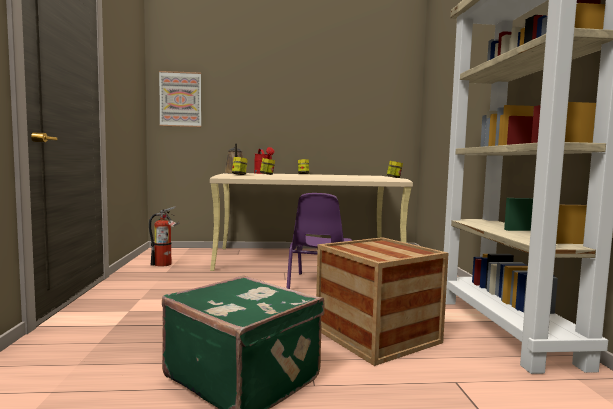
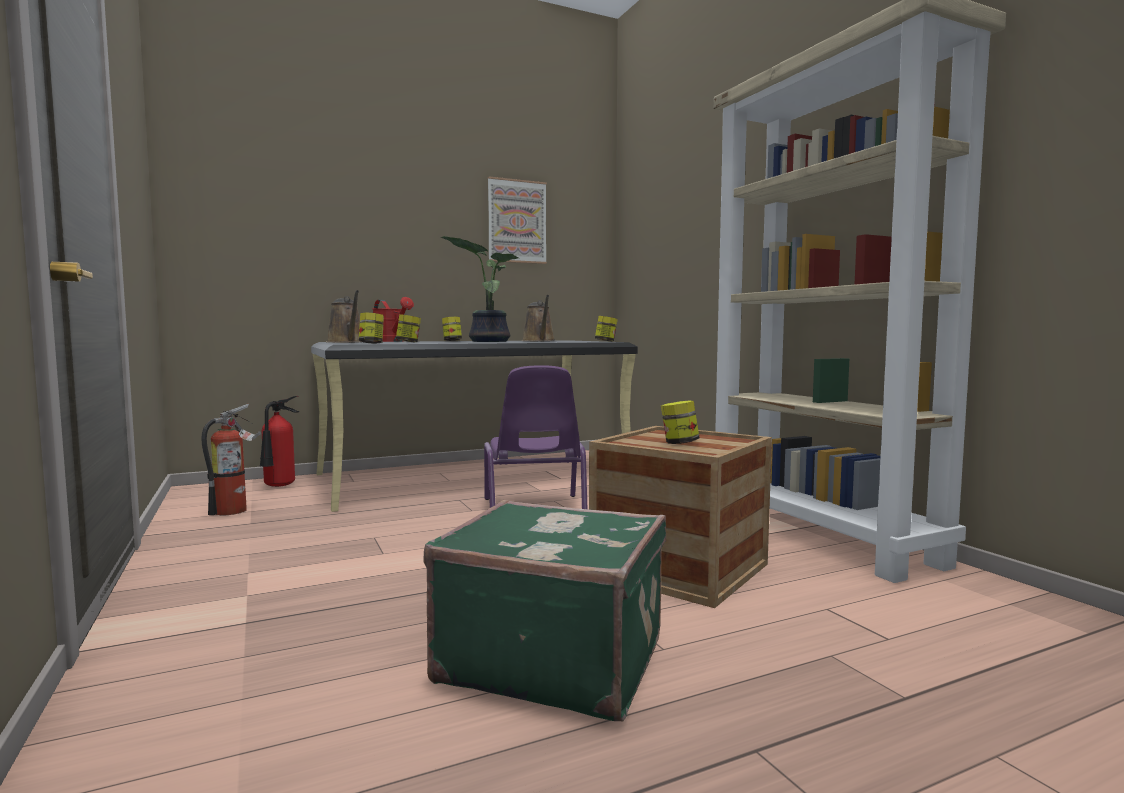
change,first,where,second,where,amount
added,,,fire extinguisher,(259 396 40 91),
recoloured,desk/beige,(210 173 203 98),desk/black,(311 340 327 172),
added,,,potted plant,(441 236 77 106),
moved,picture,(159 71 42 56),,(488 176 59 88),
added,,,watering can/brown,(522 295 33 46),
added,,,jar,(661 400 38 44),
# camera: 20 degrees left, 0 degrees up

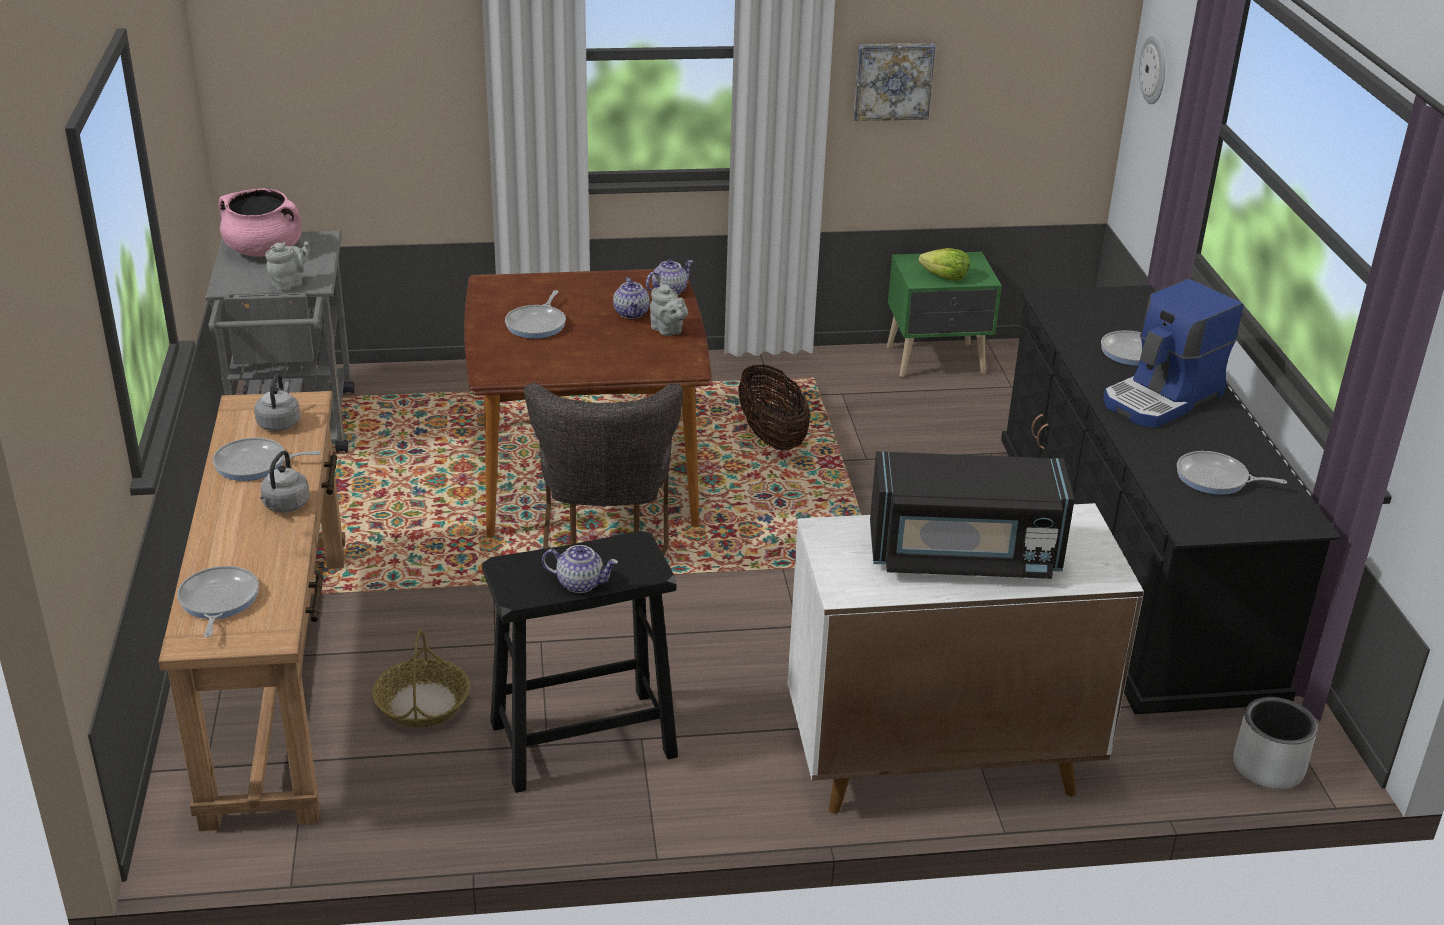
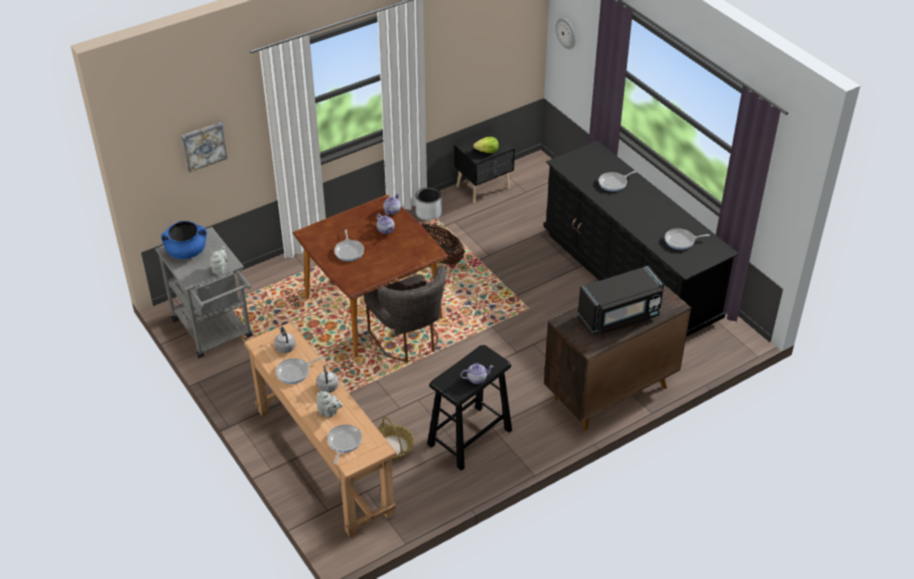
change,first,where,second,where,amount
recoloured,cooking pot/pink,(219 188 82 69),cooking pot/blue,(161 221 46 38),
moved,picture,(854 43 81 78),,(181 122 46 50),
moved,teapot/grey,(650 282 38 54),,(317 391 26 27),
turned,frying pan,(177 566 82 71),,(327 424 35 40),45 degrees clockwise
moved,planter/grey,(1233 697 85 92),,(416 187 26 33),
recoloured,nightstand/green,(887 252 115 125),nightstand/black,(454 130 61 73),
recoloured,cabinet/white,(788 503 356 311),cabinet/brown,(544 284 147 147),
removed,coffee machine,(1103 279 140 149),,,
# camera: 25 degrees left, 10 degrees up

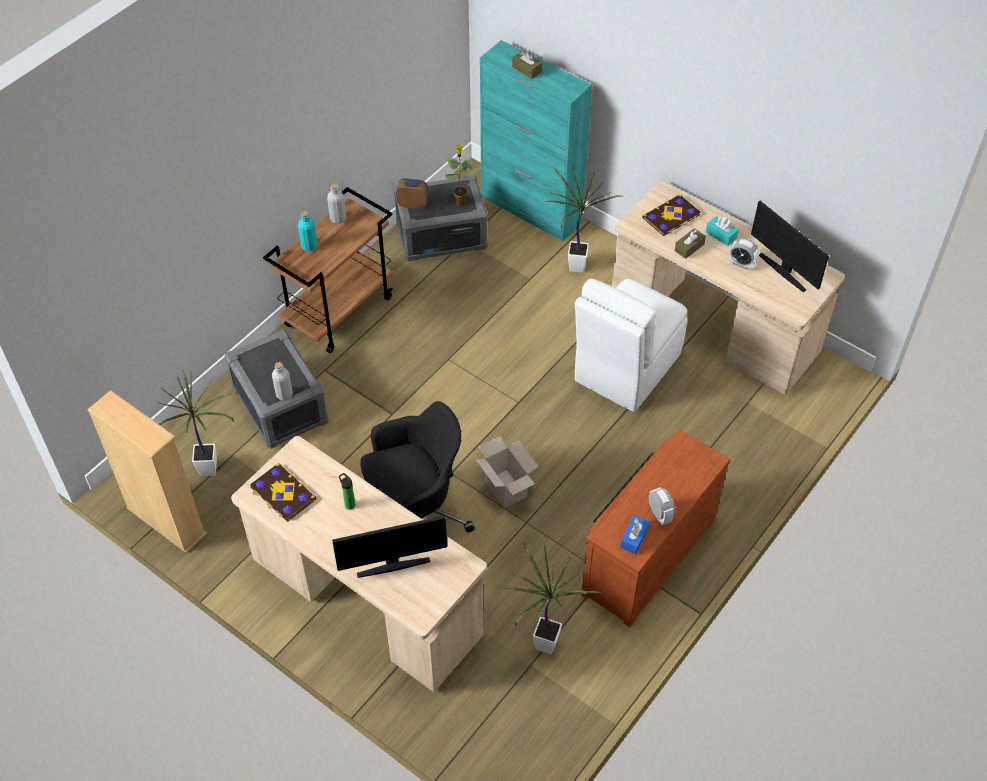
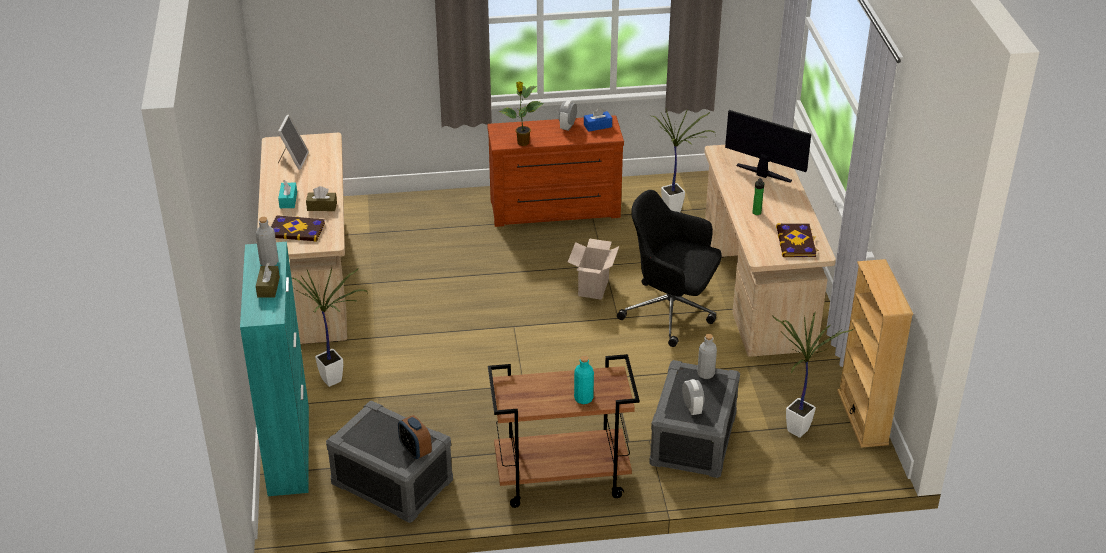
change,first,where,second,where,amount
moved,bottle/grey,(327 183 19 41),,(255 217 24 49),
replaced,monitor,(751 201 78 91),picture frame,(278 114 31 56),
moved,potted plant,(445 144 29 62),,(499 81 45 65),
moved,alarm clock,(729 238 30 32),,(682 379 22 36),
removed,chair/white,(575 279 112 133),,,
# camera: 135 degrees left, 15 degrees down

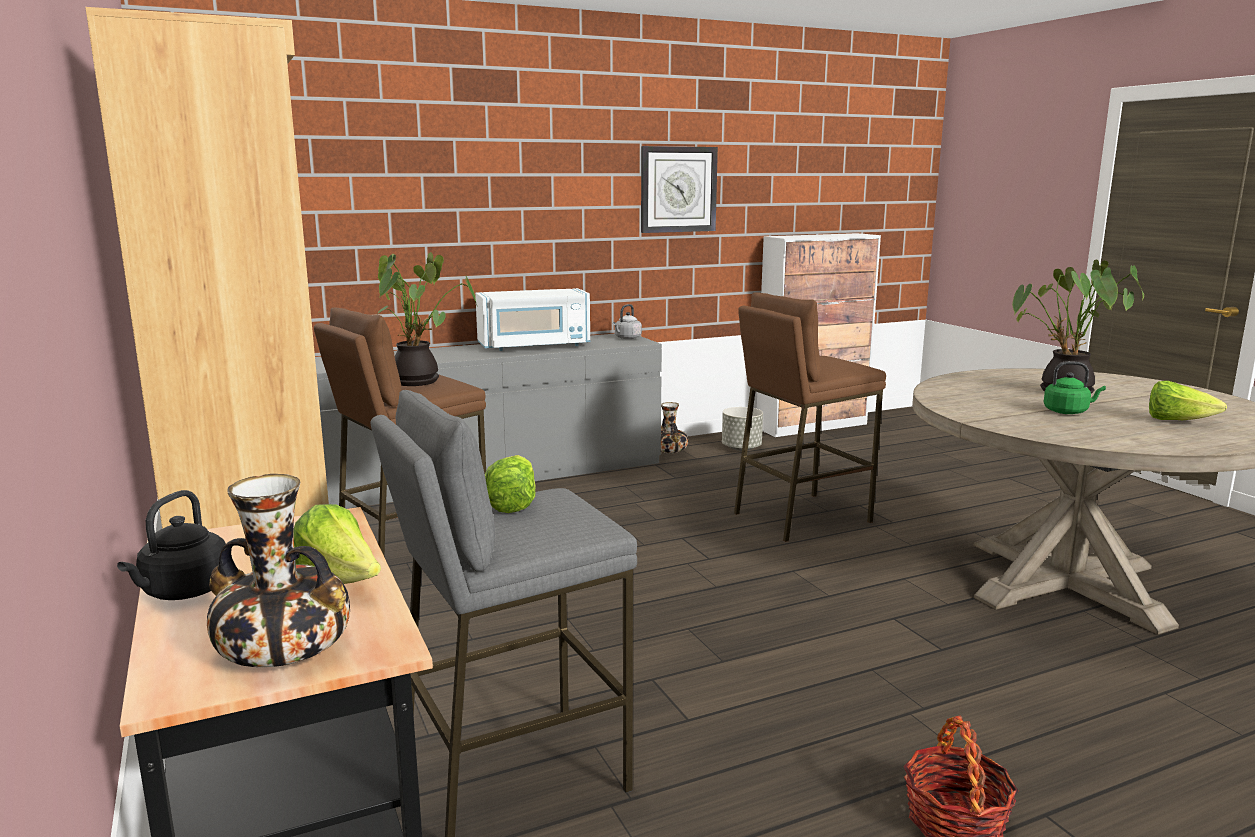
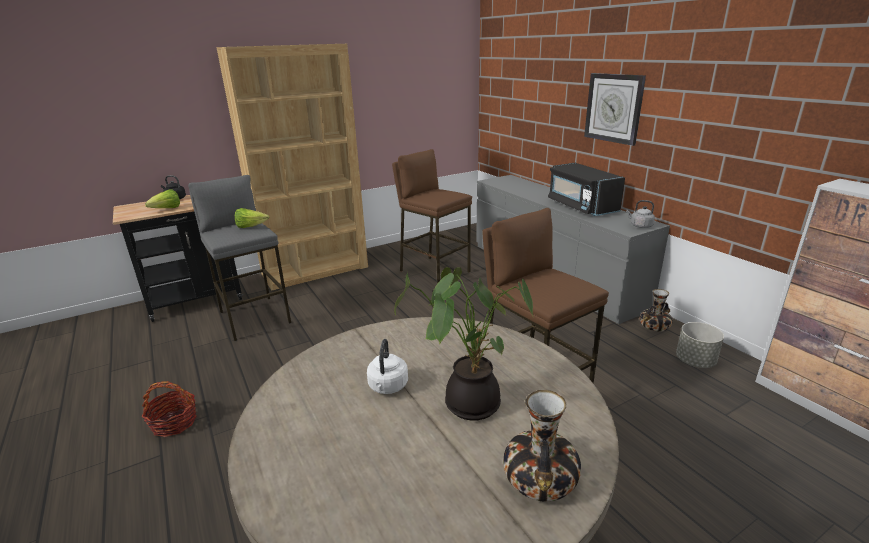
change,first,where,second,where,amount
recoloured,kettle/green,(1044 361 62 53),kettle/white,(367 339 41 55),
moved,vase,(207 474 143 193),,(503 390 78 111),
recoloured,microwave/white,(475 288 115 63),microwave/black,(548 163 77 53),
moved,wall clock,(641 146 77 87),,(584 73 62 73),
removed,potted plant,(376 252 101 134),,,
removed,lettuce,(1149 381 78 39),,,
# camera: 85 degrees right, 10 degrees up

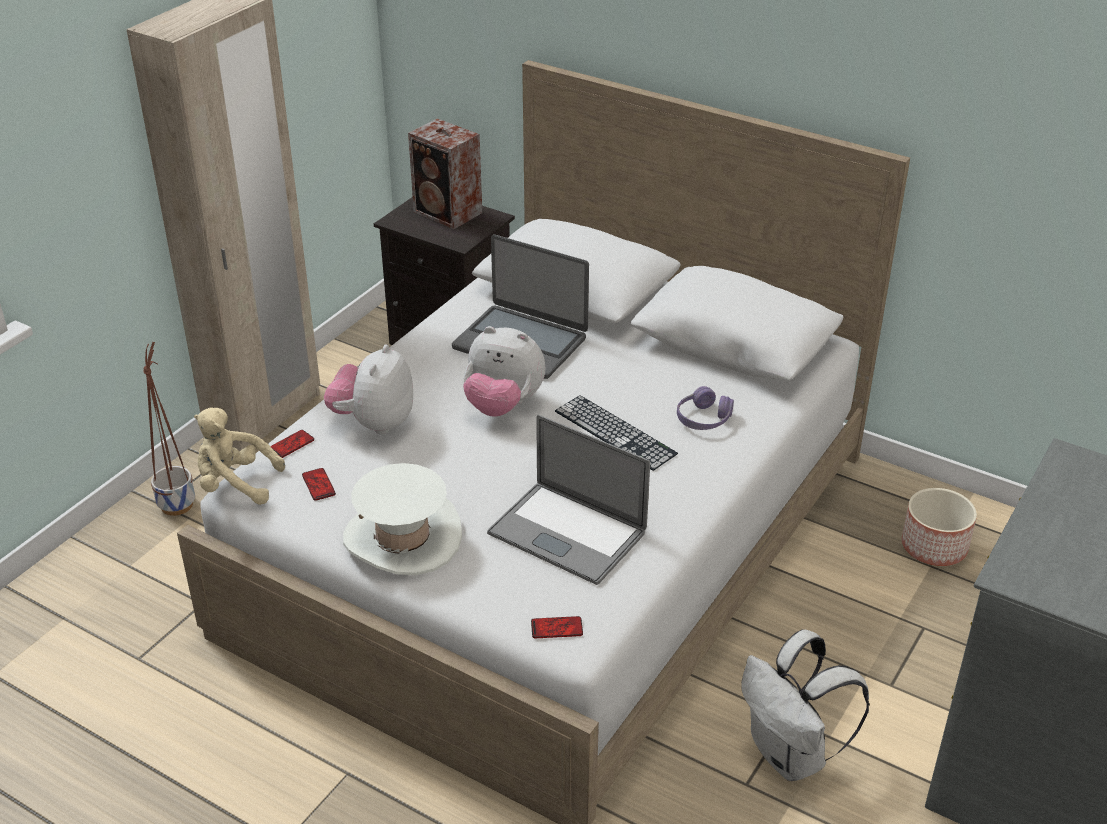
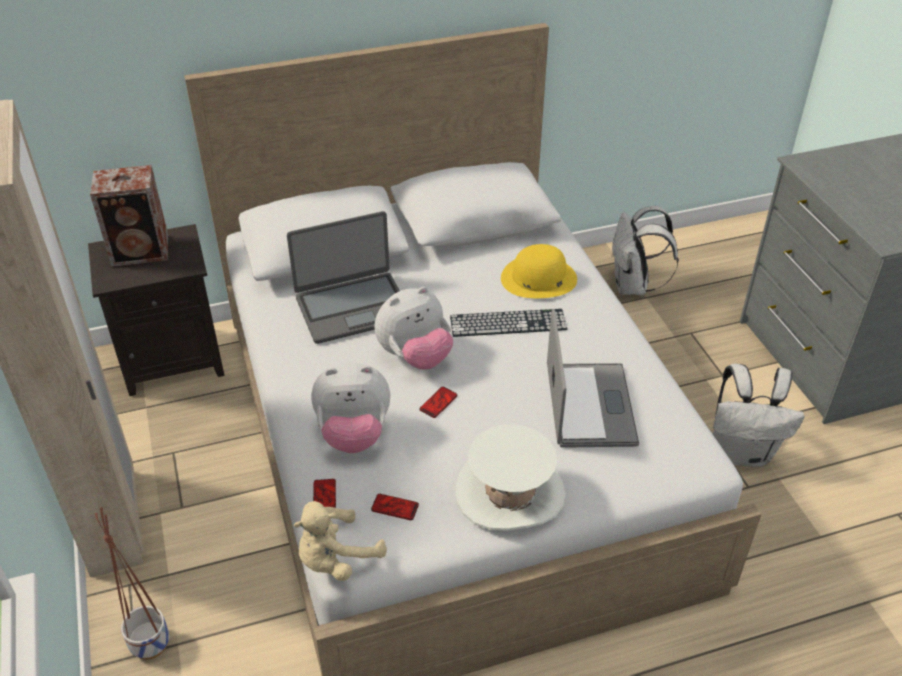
change,first,where,second,where,amount
turned,plush toy,(324 344 89 90),,(311 362 79 91),60 degrees counterclockwise
moved,phone,(531 616 52 22),,(419 387 38 31),
replaced,headphones/purple,(677 386 57 44),hat/yellow,(501 244 76 54),
turned,laptop,(487 414 163 171),,(547 309 92 139),75 degrees counterclockwise
replaced,planter,(902 488 75 78),backpack/white,(611 206 68 89),
# camera: 50 degrees left, 5 degrees up

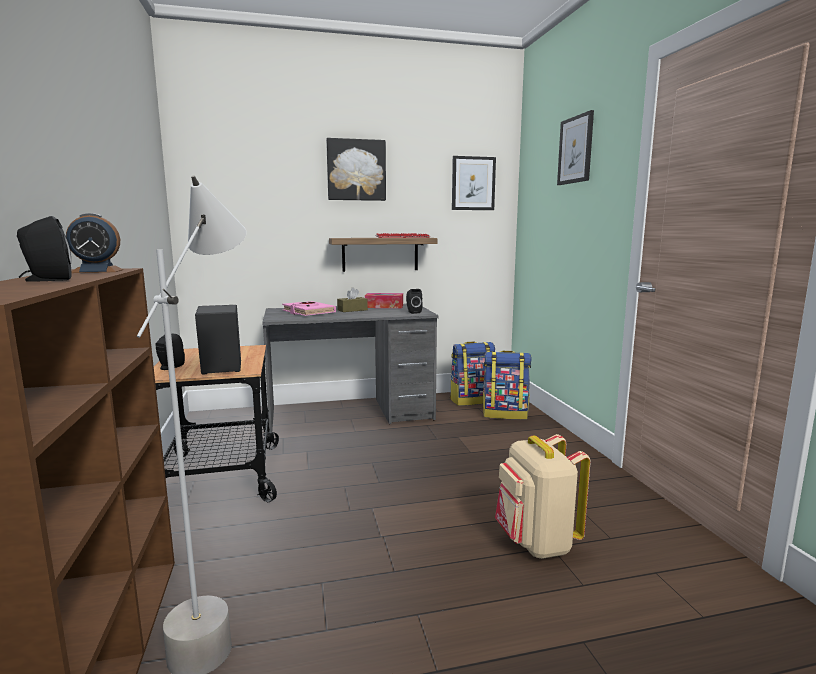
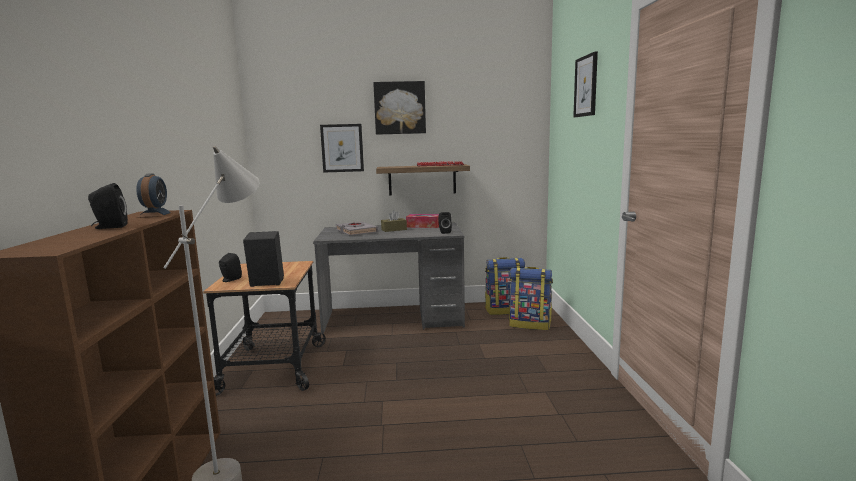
change,first,where,second,where,amount
turned,alarm clock,(66 213 57 60),,(136 173 37 45),90 degrees counterclockwise
moved,picture,(452 156 44 54),,(320 124 44 49),
recoloured,book/pink,(282 301 54 15),book/grey,(335 222 43 13),
removed,backpack/beige,(495 434 96 125),,,
# camera: 10 degrees right, 0 degrees up

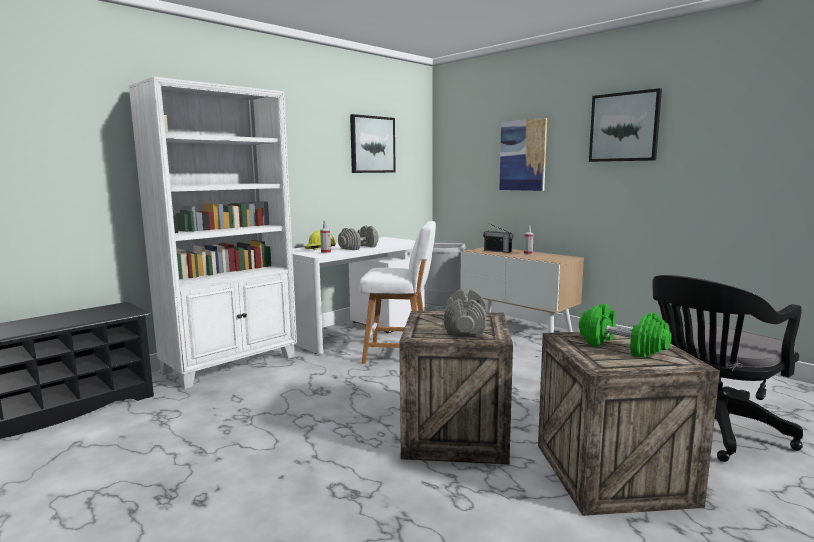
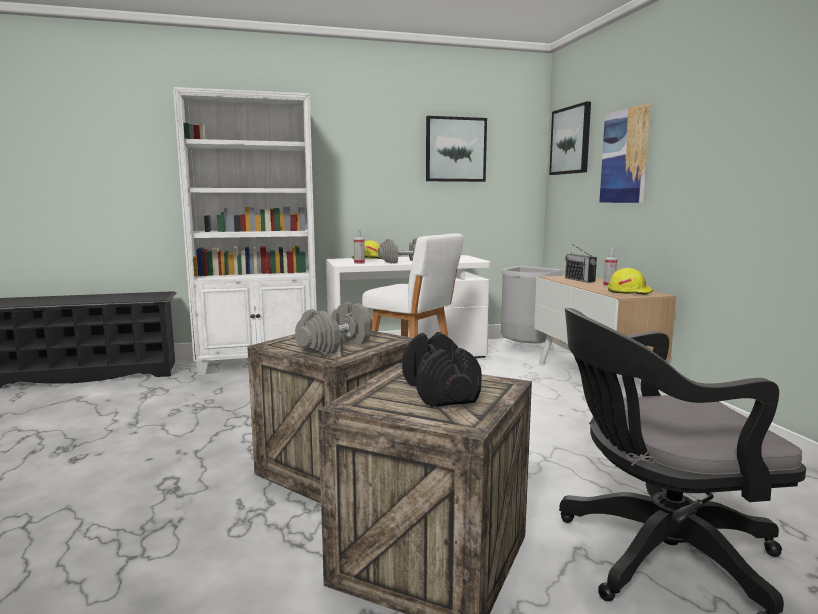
change,first,where,second,where,amount
recoloured,dumbbell/green,(579 304 93 54),dumbbell/black,(402 332 80 75),
moved,picture,(589 88 73 74),,(549 101 42 74),
added,,,hard hat/yellow,(608 268 45 27),
# camera: 30 degrees right, 0 degrees up

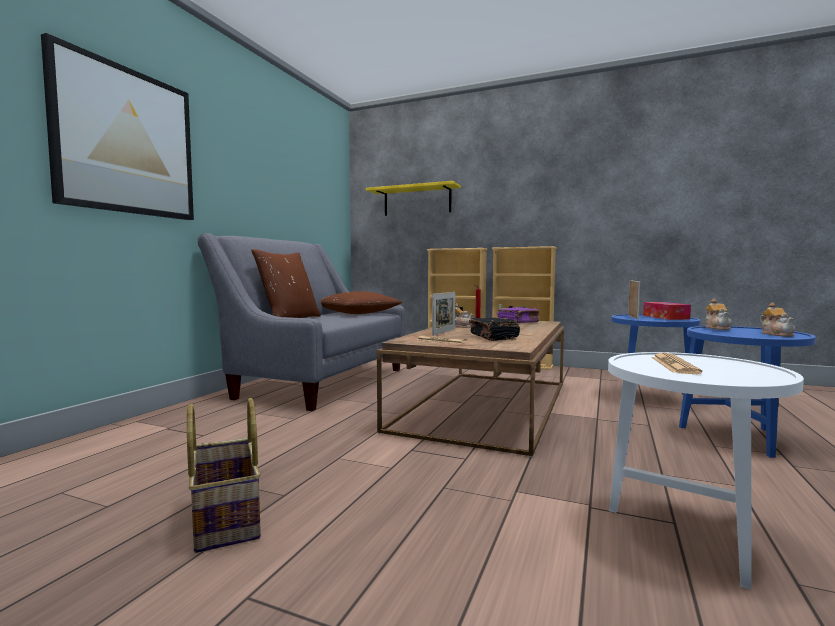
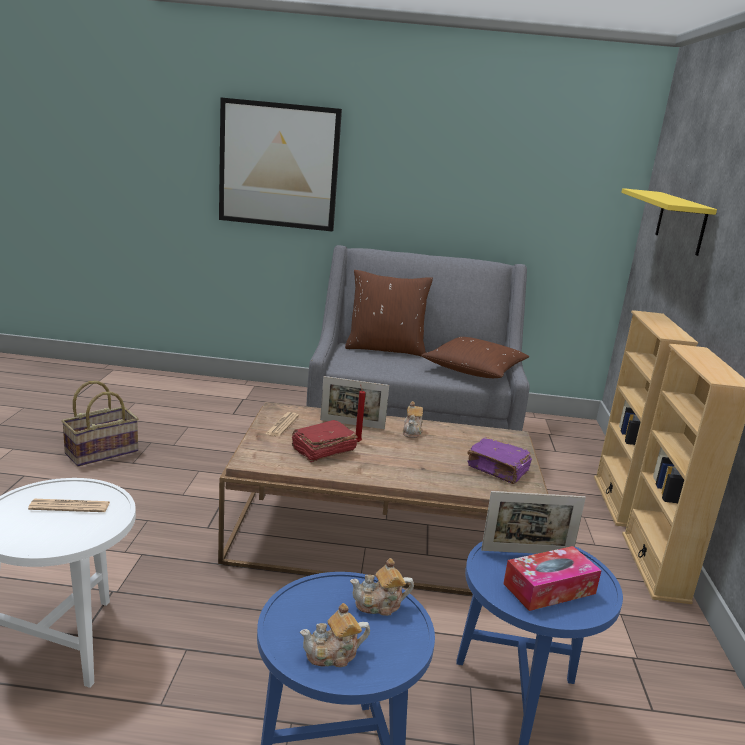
change,first,where,second,where,amount
recoloured,book/black,(469 318 51 23),book/red,(291 420 67 42),
# camera: 70 degrees right, 15 degrees up

